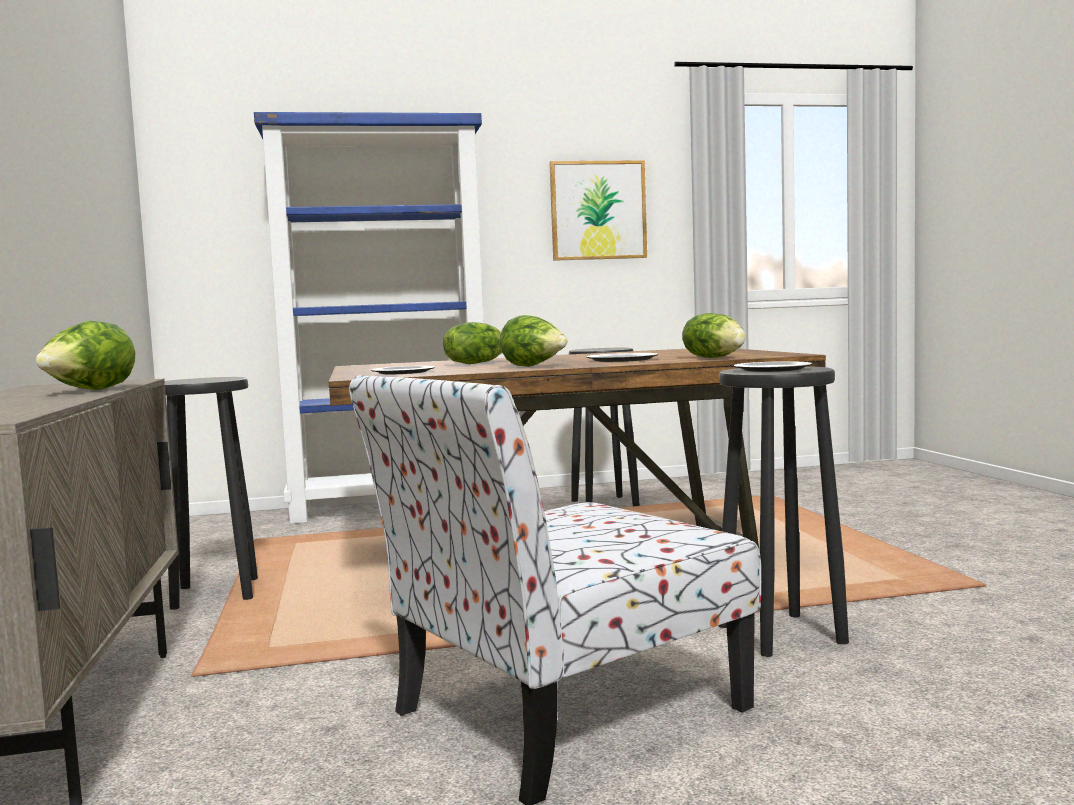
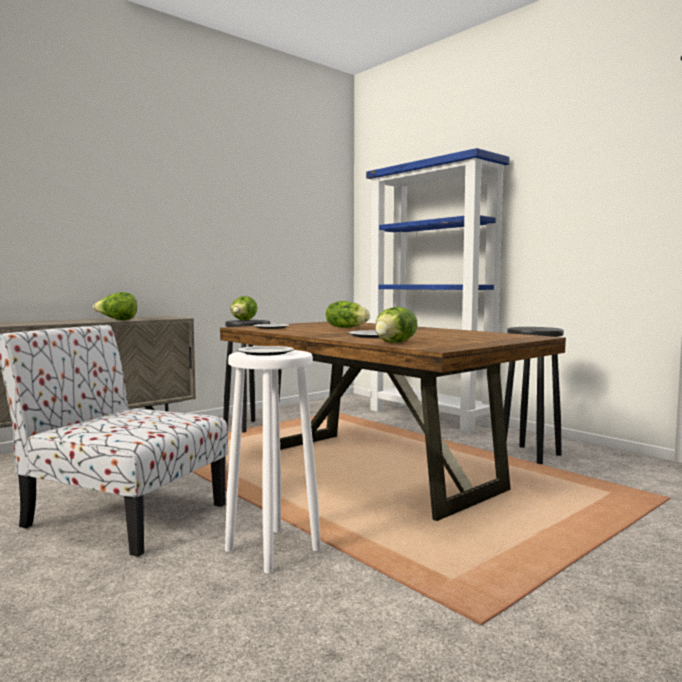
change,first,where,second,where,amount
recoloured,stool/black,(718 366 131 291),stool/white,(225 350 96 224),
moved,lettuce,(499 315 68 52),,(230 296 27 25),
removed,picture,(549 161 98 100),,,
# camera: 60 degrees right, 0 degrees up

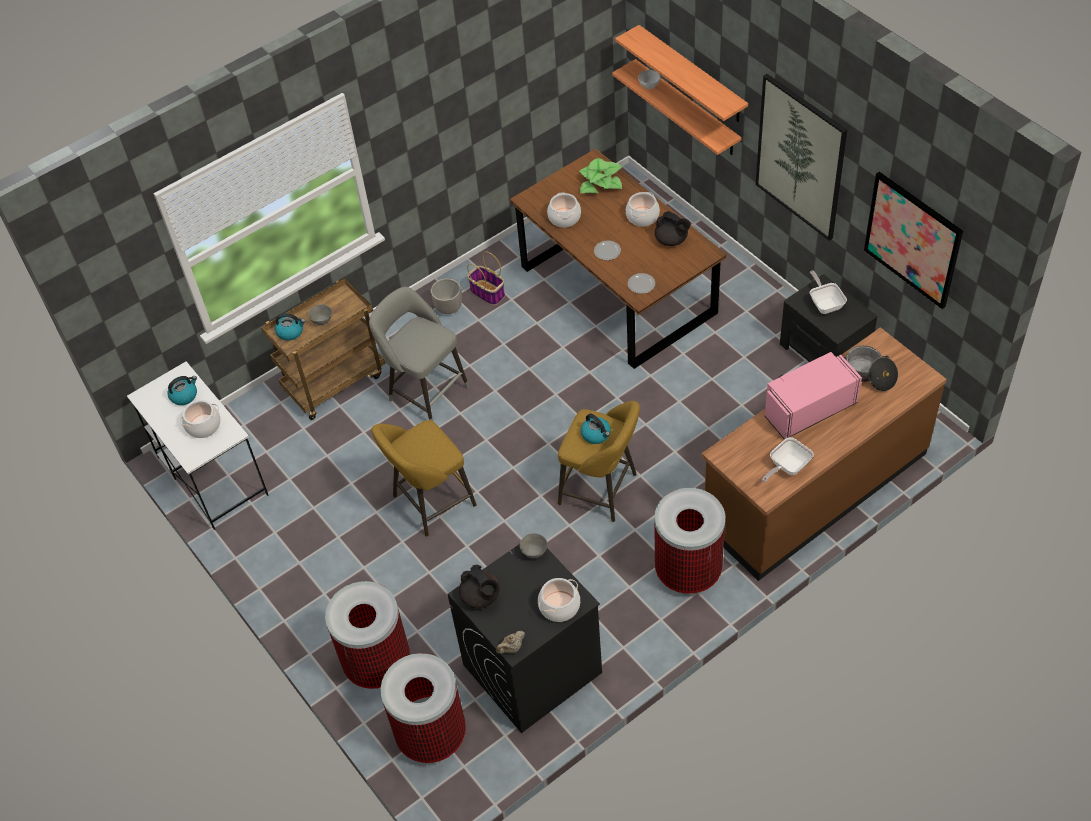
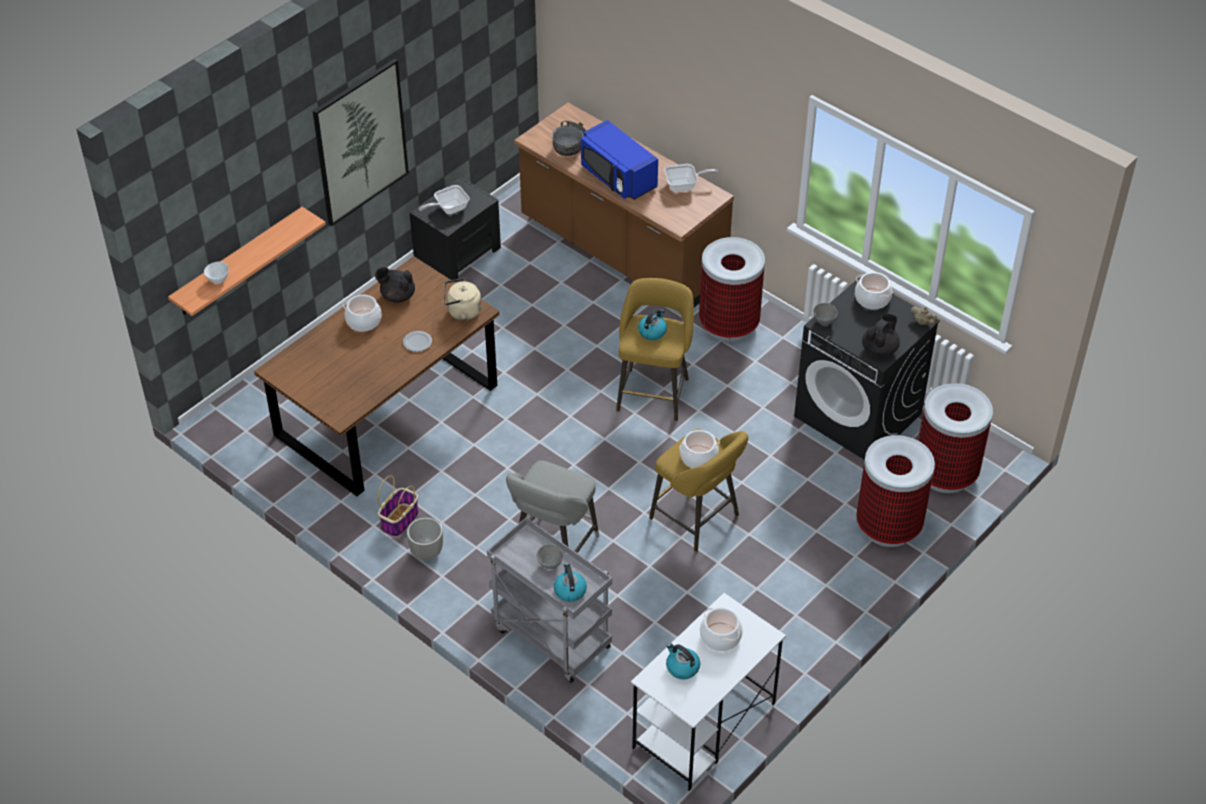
change,first,where,second,where,amount
turned,teapot/black,(655 211 36 35),,(375 267 40 36),105 degrees counterclockwise
replaced,plate,(628 273 27 21),kettle/beige,(444 279 37 41),
recoloured,cart/brown,(261 278 124 142),cart/grey,(487 517 125 166),
recoloured,microwave/pink,(765 352 97 87),microwave/blue,(581 120 77 80),
turned,frying pan,(762 437 52 45),,(664 164 54 28),45 degrees counterclockwise
moved,cooking pot,(547 192 34 36),,(679 430 41 38),
removed,potted plant,(579 158 43 36),,,
removed,shelf,(615 25 133 97),,,
removed,picture,(864 172 99 137),,,
# camera: 105 degrees left, 5 degrees down

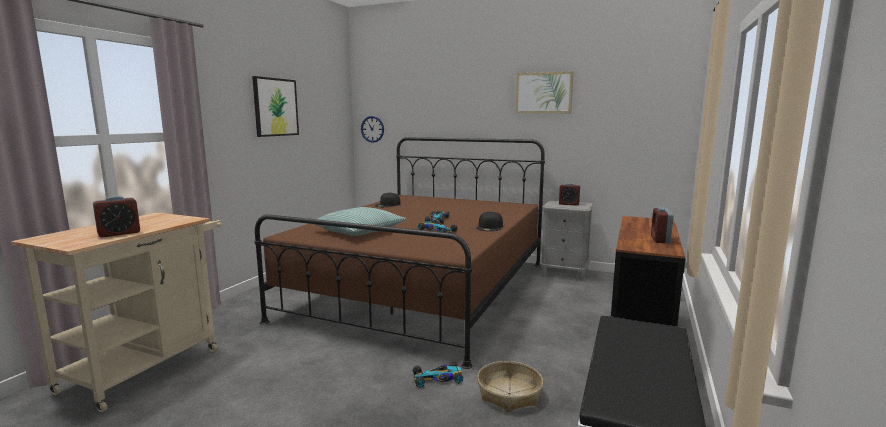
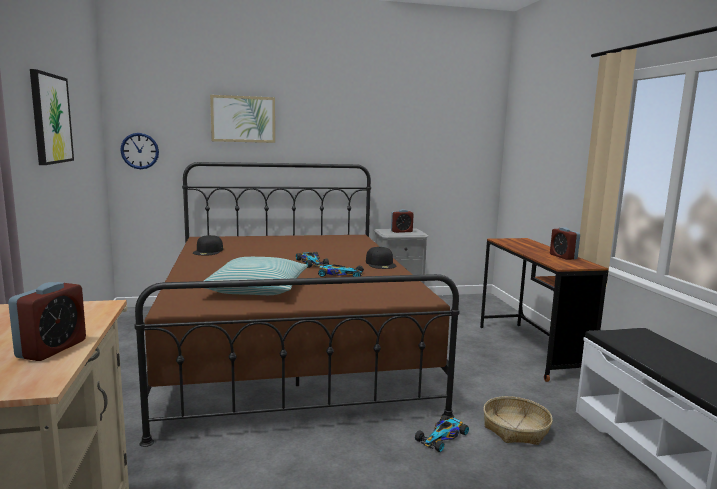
change,first,where,second,where,amount
moved,picture,(516 71 57 42),,(210 95 65 48),
# camera: 35 degrees left, 0 degrees up

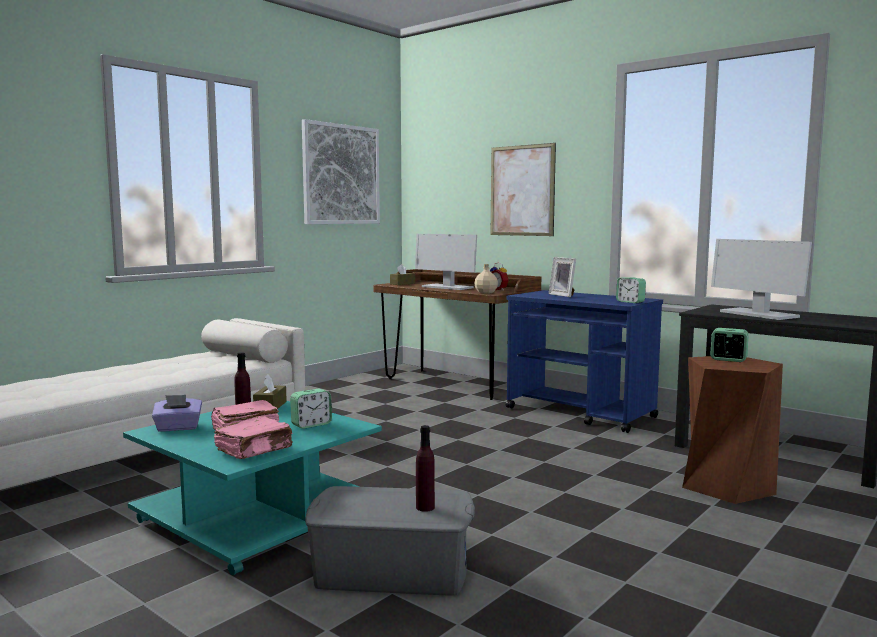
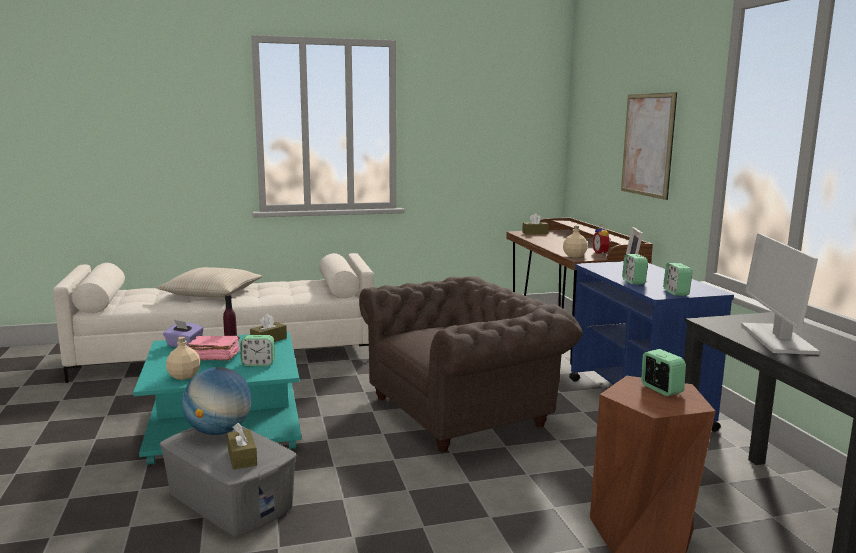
change,first,where,second,where,amount
added,,,pillow/beige,(157 267 105 31),
replaced,book/pink,(214 416 79 43),bottle/beige,(166 337 34 43),
added,,,globe,(182 367 70 68),
replaced,bottle/purple,(416 425 19 87),tissue box/brown,(227 423 30 47),
added,,,armchair/brown,(359 276 224 176),
added,,,alarm clock,(622 254 26 31),
removed,picture,(302 119 78 105),,,
removed,monitor,(415 234 62 56),,,
# camera: 35 degrees right, 5 degrees up

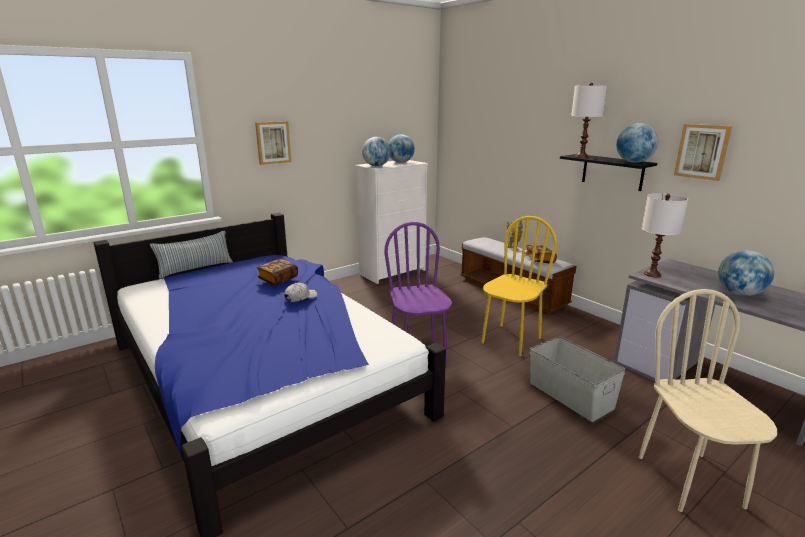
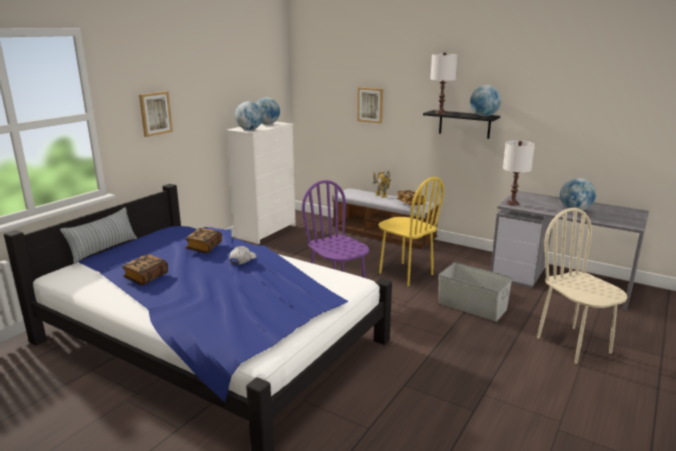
change,first,where,second,where,amount
added,,,book,(122 254 46 31),
moved,picture,(674 124 58 57),,(357 87 26 37),
turned,chair/yellow,(481 216 76 140),,(379 177 65 109),120 degrees clockwise
# camera: 20 degrees left, 0 degrees up

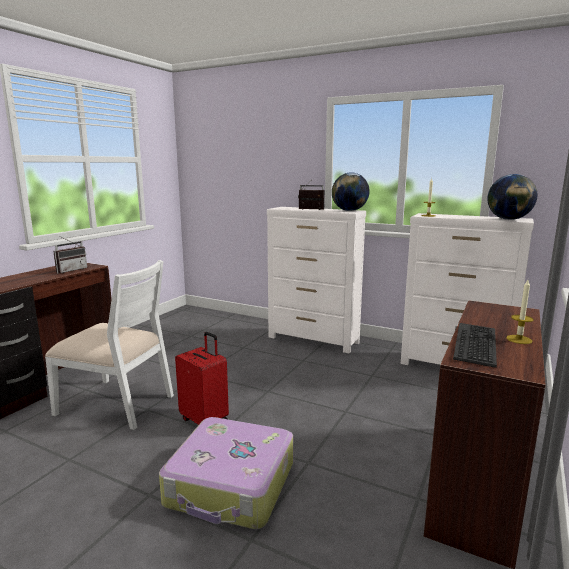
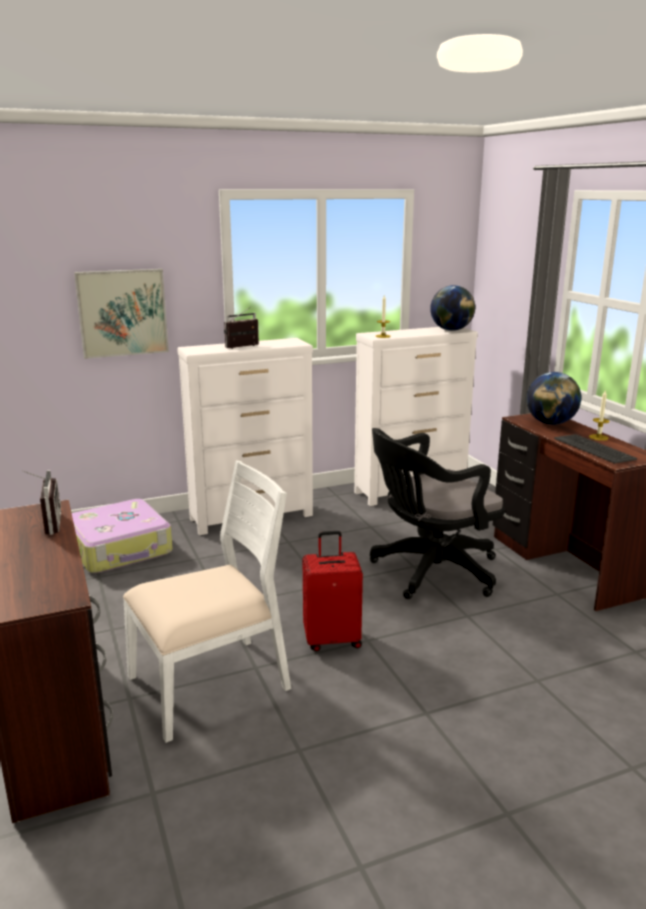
change,first,where,second,where,amount
moved,suitcase,(159 417 134 112),,(72 499 101 74),
added,,,picture,(74 269 95 90),
added,,,office chair/black,(370 428 135 171),
moved,globe,(332 172 37 39),,(526 372 55 53),
# camera: 50 degrees left, 5 degrees up

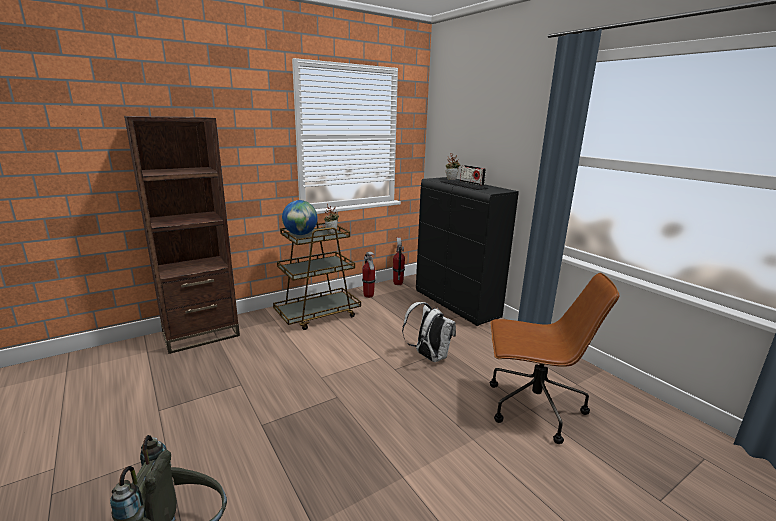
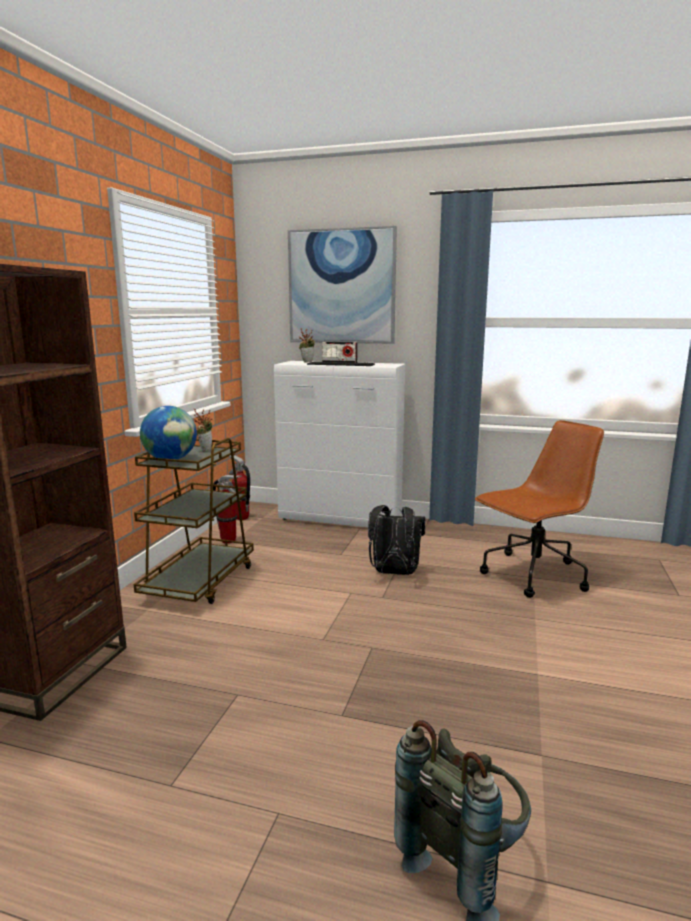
change,first,where,second,where,amount
recoloured,cabinet/black,(416 177 103 149),cabinet/white,(274 361 131 166),
added,,,picture,(288 226 109 118),
recoloured,backpack/white,(402 302 54 60),backpack/black,(368 505 57 70),
# camera: 40 degrees left, 5 degrees down

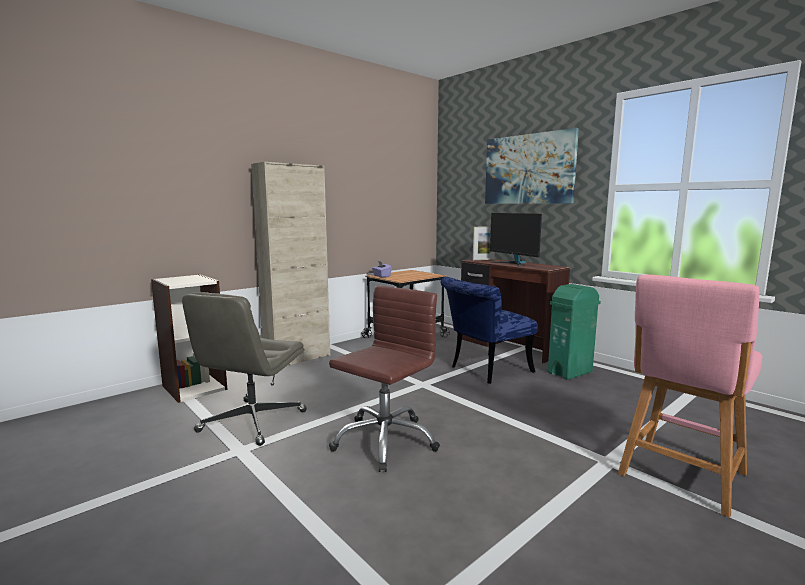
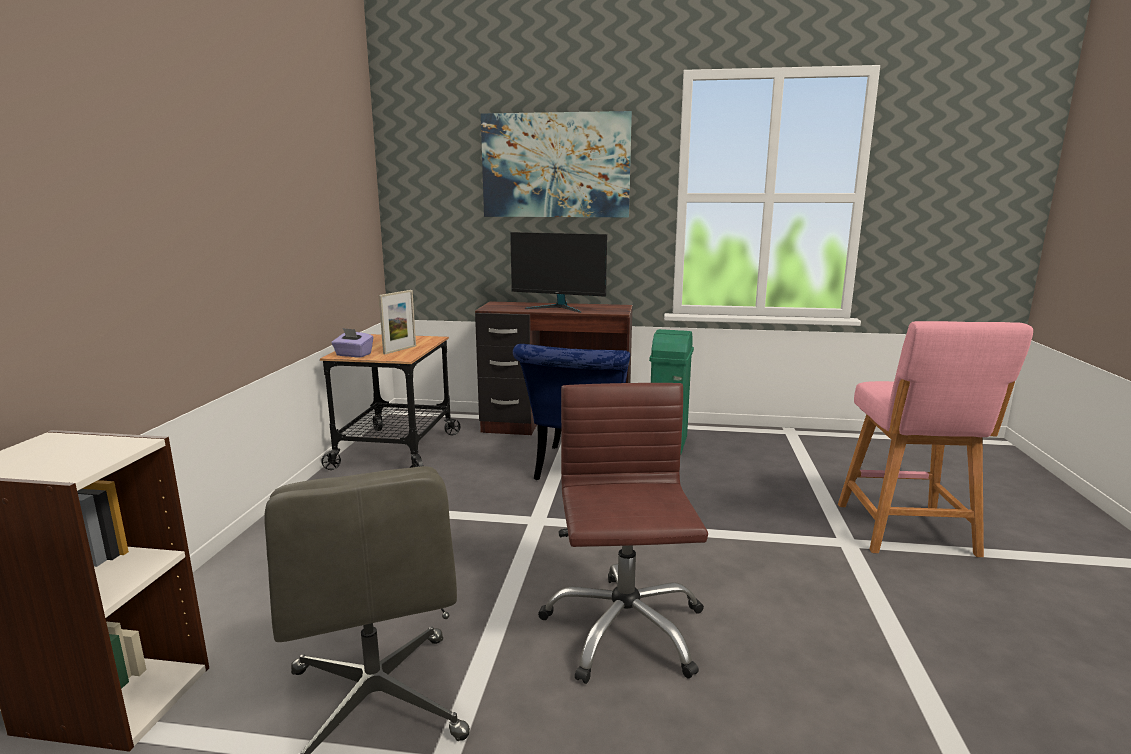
change,first,where,second,where,amount
moved,picture frame,(473 226 22 34),,(379 290 37 64),
removed,cabinet/beige,(251 162 79 204),,,
# camera: 40 degrees left, 5 degrees up

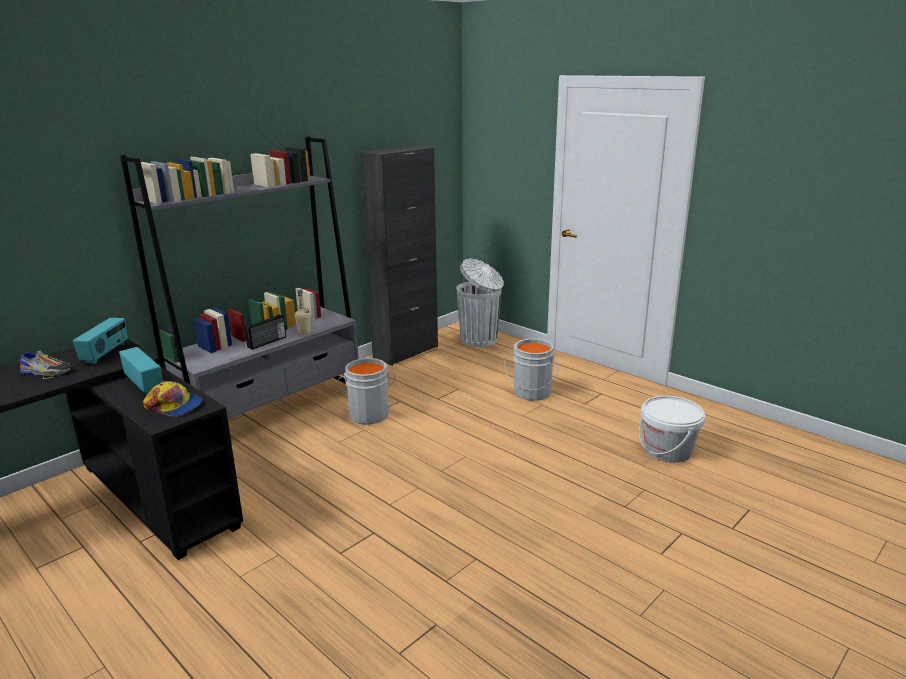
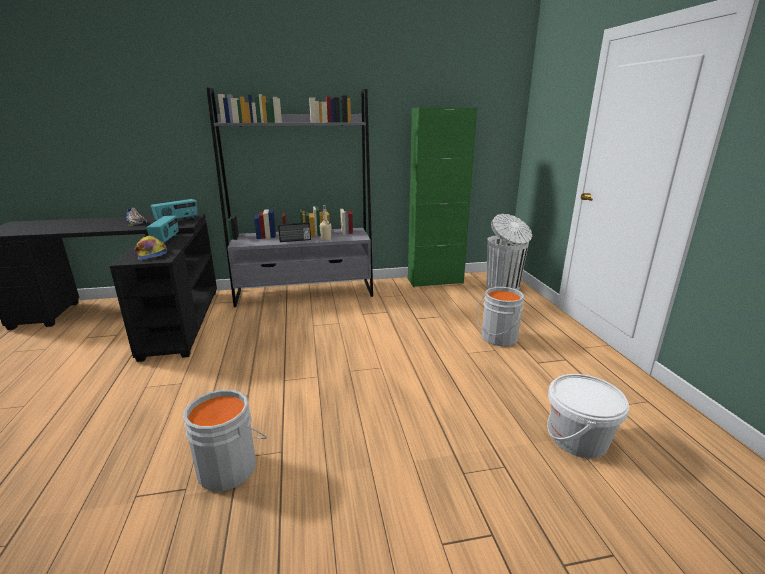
change,first,where,second,where,amount
moved,bucket/grey,(336 358 60 66),,(183 390 84 101),
recoloured,cabinet/black,(360 145 78 221),cabinet/green,(408 108 69 179),
# camera: 35 degrees right, 0 degrees up

